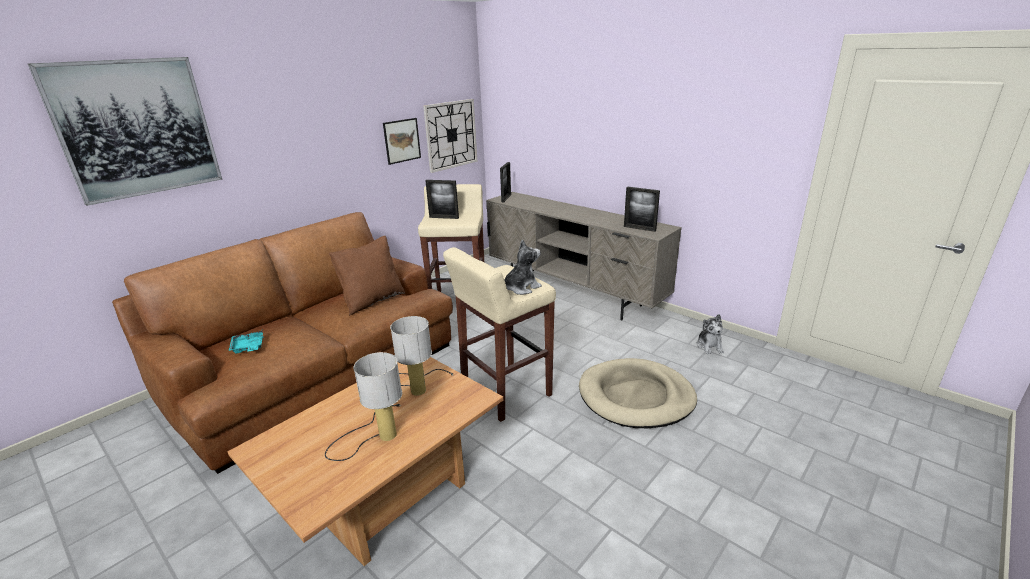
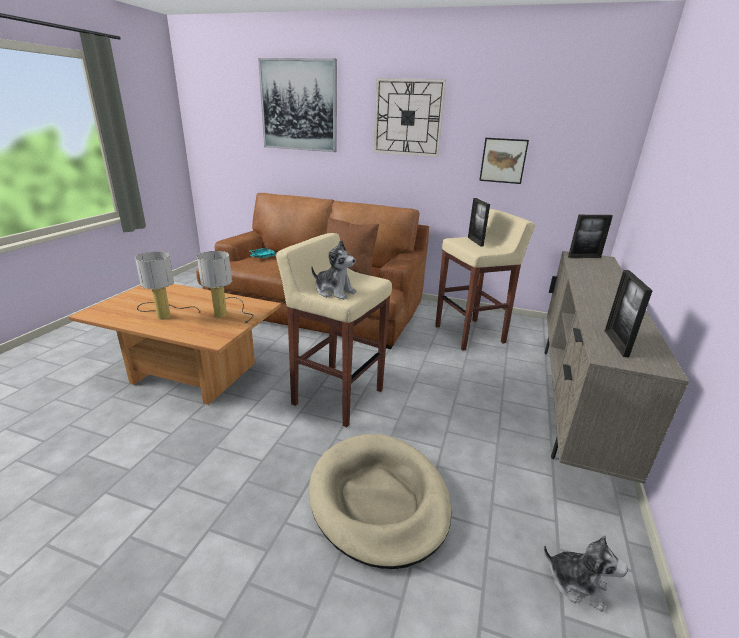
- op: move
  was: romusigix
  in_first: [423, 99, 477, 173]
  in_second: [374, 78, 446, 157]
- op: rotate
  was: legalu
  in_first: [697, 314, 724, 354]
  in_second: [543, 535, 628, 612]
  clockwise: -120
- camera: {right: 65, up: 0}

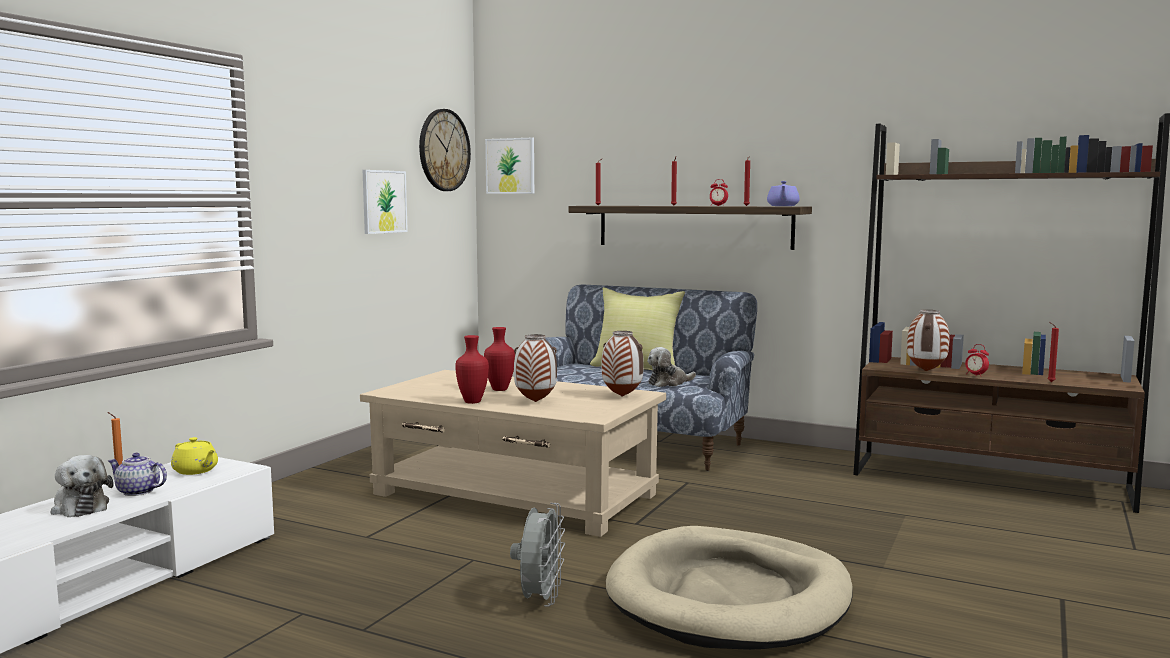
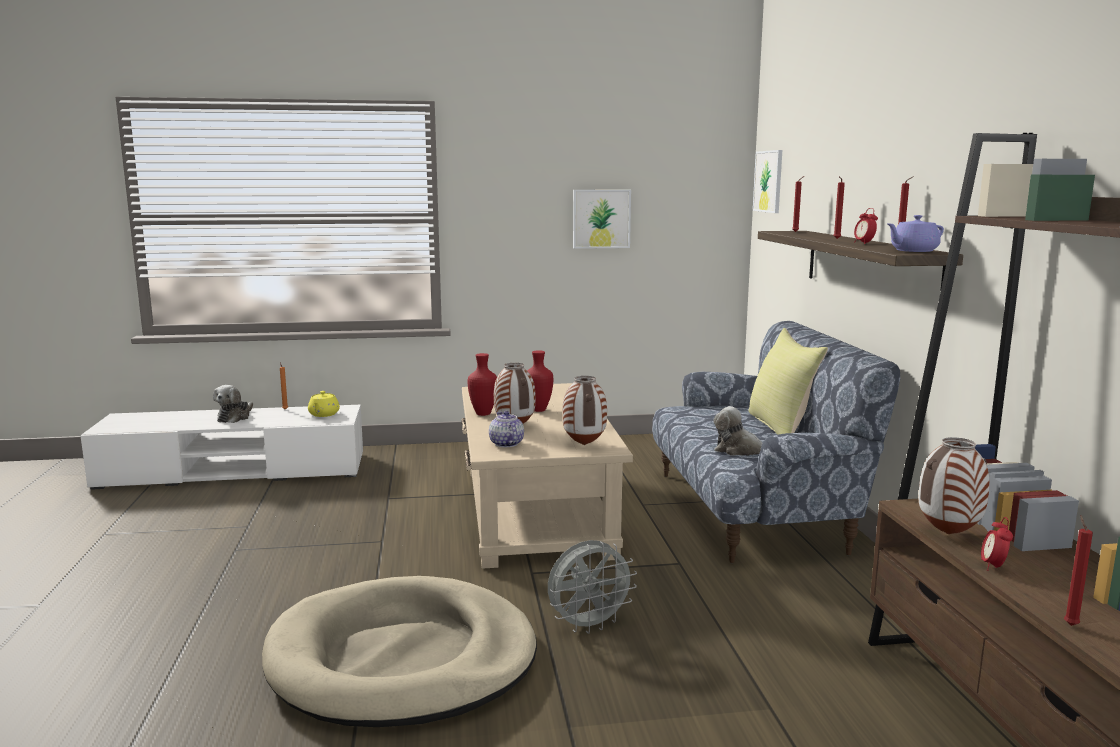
- op: delete
  was: romusigix
  in_first: [419, 109, 471, 191]
- op: move
  was: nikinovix
  in_first: [108, 453, 167, 496]
  in_second: [489, 411, 524, 448]
- op: move
  was: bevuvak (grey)
  in_first: [510, 503, 565, 607]
  in_second: [548, 540, 637, 634]
- camera: {right: 55, up: 5}

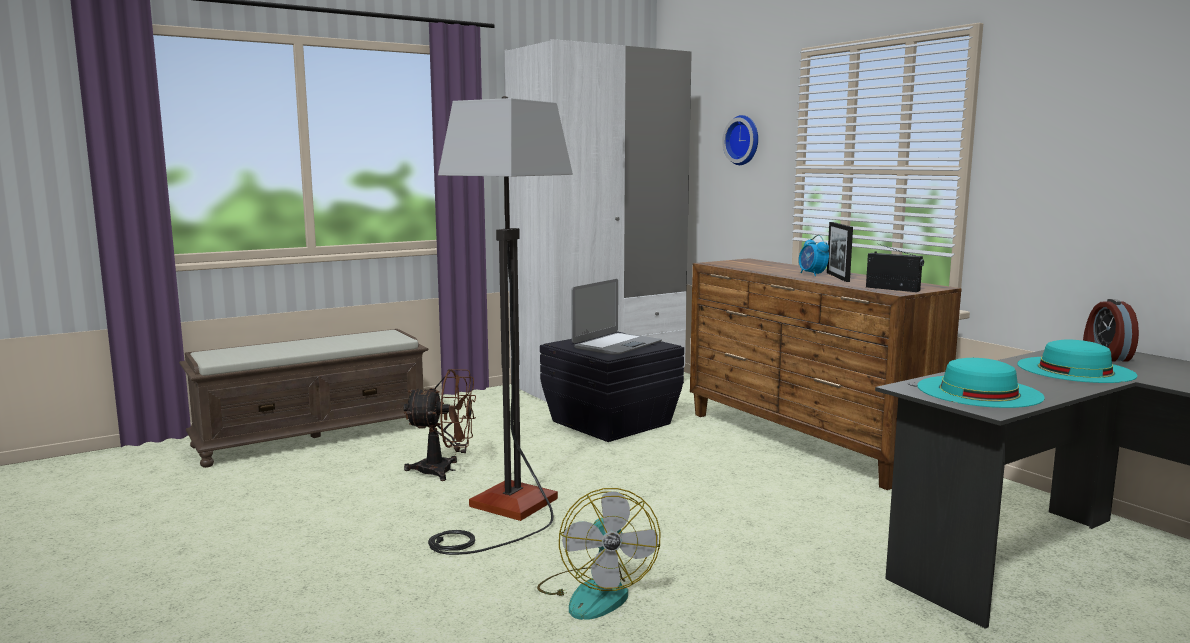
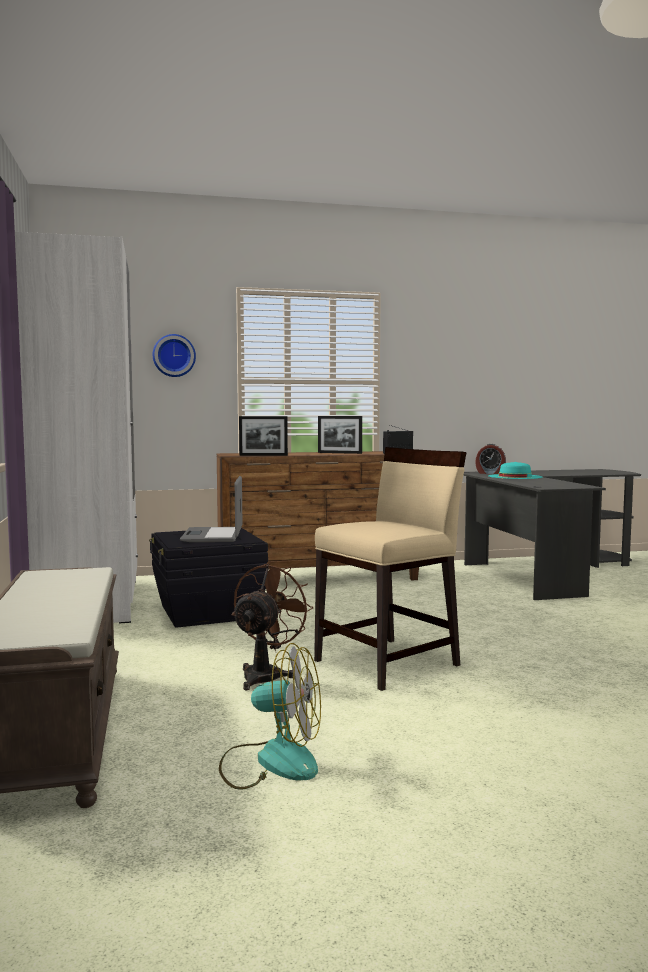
- op: delete
  was: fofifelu
  in_first: [799, 235, 829, 276]
- op: delete
  was: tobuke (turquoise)
  in_first: [917, 358, 1045, 408]
- op: insert
  now: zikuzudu
  in_second: [239, 416, 288, 456]
- op: move
  was: bevuvak
  in_first: [537, 488, 660, 620]
  in_second: [219, 643, 321, 790]
- op: replace
  was: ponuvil
  now: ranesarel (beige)
  in_first: [428, 96, 573, 555]
  in_second: [314, 447, 466, 691]
- op: rotate
  was: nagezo
  in_first: [571, 279, 662, 355]
  in_second: [180, 476, 242, 542]
  clockwise: -150
- camera: {right: -70, up: -5}

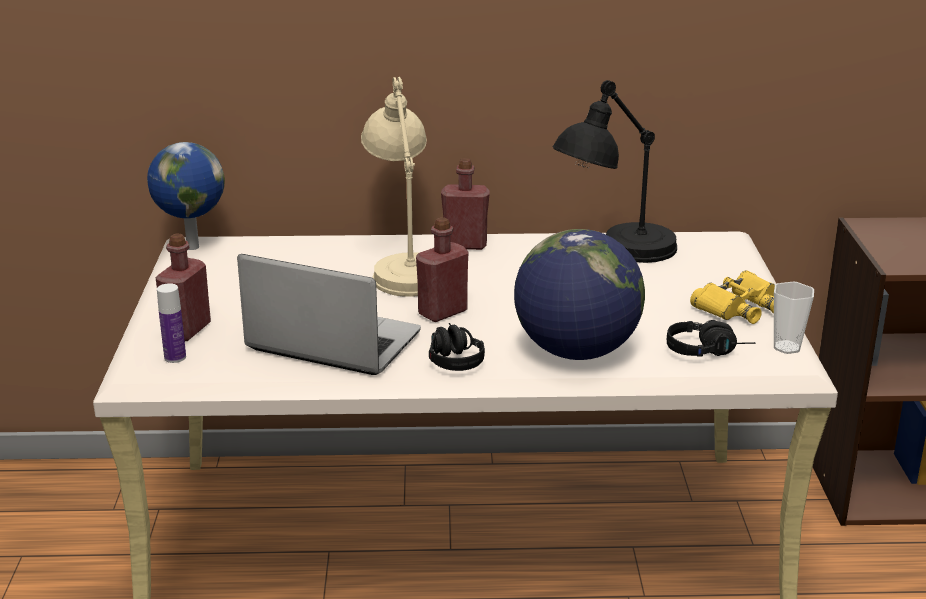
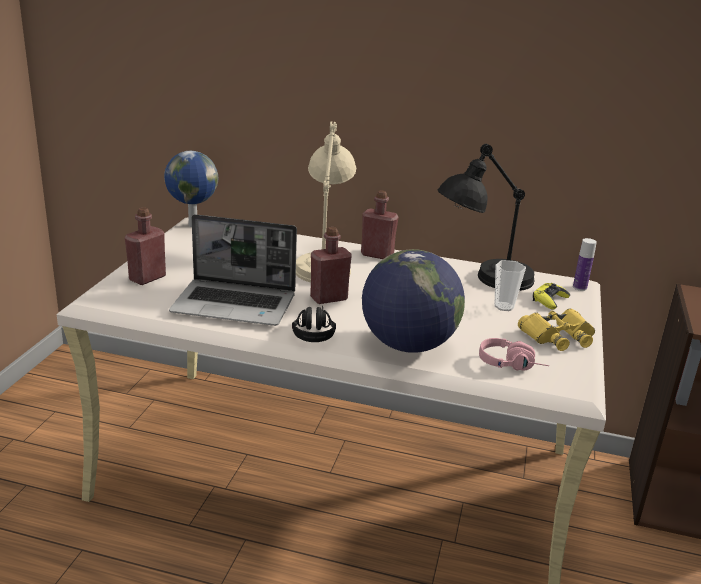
- op: insert
  now: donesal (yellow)
  in_second: [533, 283, 570, 310]
- op: move
  was: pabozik
  in_first: [157, 283, 186, 363]
  in_second: [573, 238, 597, 291]
- op: move
  was: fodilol
  in_first: [774, 281, 814, 354]
  in_second: [494, 260, 526, 311]
- op: recolor
  was: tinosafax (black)
  now: tinosafax (pink)
  in_first: [667, 320, 755, 357]
  in_second: [479, 338, 549, 370]
- op: rotate
  was: nagezo
  in_first: [237, 254, 421, 375]
  in_second: [169, 214, 297, 326]
  clockwise: 150
- camera: {right: 15, up: 0}

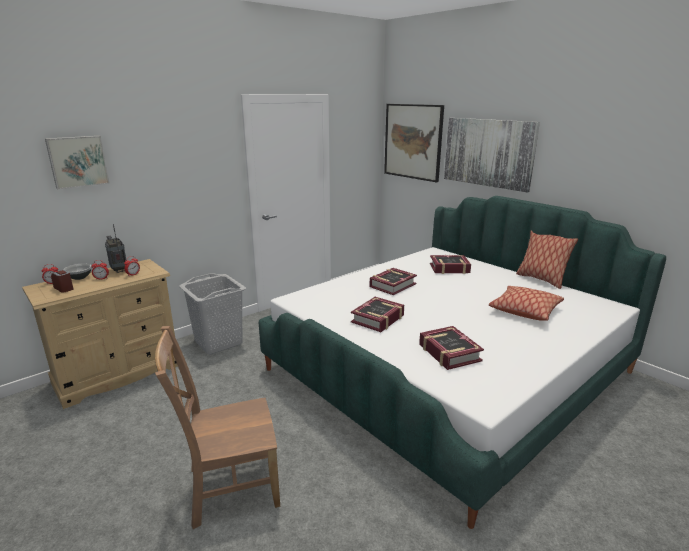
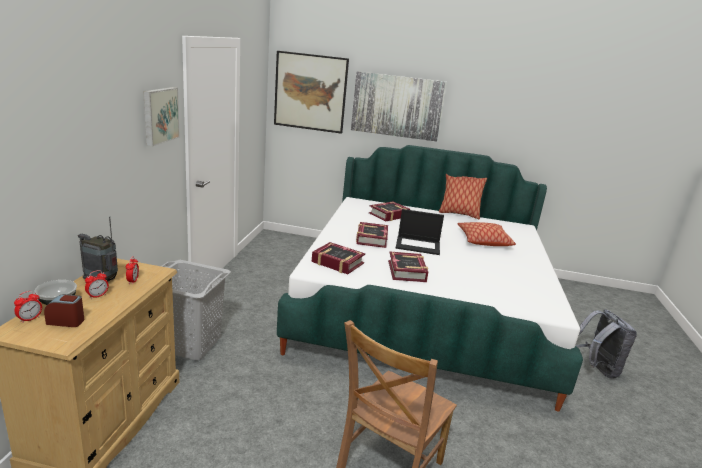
- op: insert
  now: nagezo
  in_second: [396, 209, 444, 255]
- op: insert
  now: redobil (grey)
  in_second: [575, 309, 637, 379]
- op: move
  was: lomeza
  in_first: [45, 136, 110, 189]
  in_second: [143, 87, 180, 147]
- op: move
  was: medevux
  in_first: [419, 326, 484, 370]
  in_second: [312, 242, 365, 274]
- camera: {right: -40, up: 0}

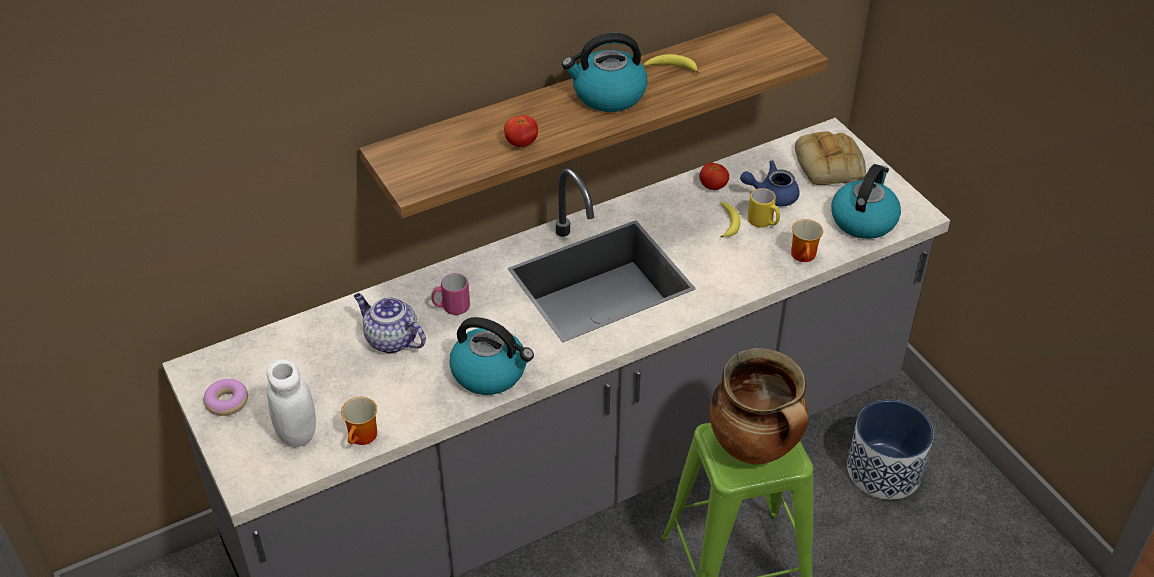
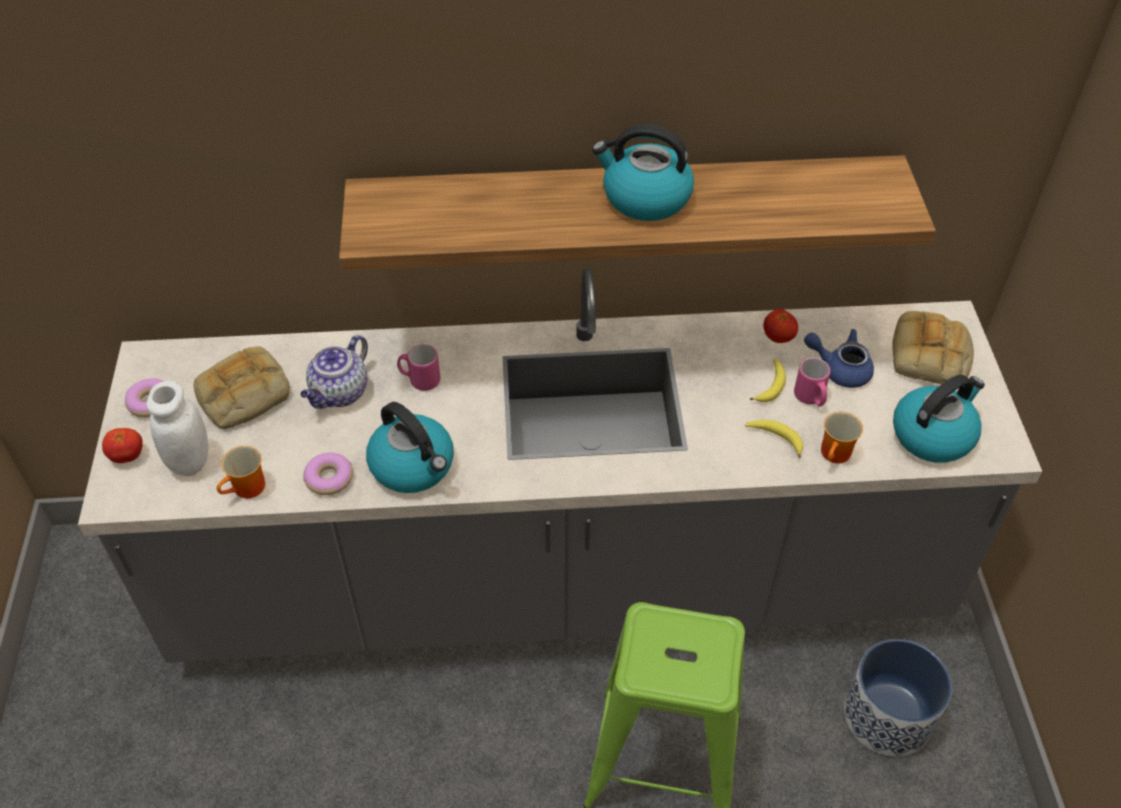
- op: delete
  was: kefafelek
  in_first: [709, 348, 808, 464]
- op: insert
  now: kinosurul
  in_second: [194, 346, 290, 429]
- op: insert
  now: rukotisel
  in_second: [303, 453, 353, 495]
- op: move
  was: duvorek
  in_first: [504, 115, 538, 147]
  in_second: [102, 428, 143, 463]
- op: move
  was: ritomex
  in_first: [644, 54, 699, 74]
  in_second: [745, 420, 803, 458]
- op: recolor
  was: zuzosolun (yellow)
  now: zuzosolun (pink)
  in_first: [748, 188, 780, 228]
  in_second: [794, 358, 830, 407]
- op: rotate
  was: nikinovix
  in_first: [354, 293, 426, 354]
  in_second: [300, 335, 368, 409]
  clockwise: -120
- camera: {right: 25, up: 5}

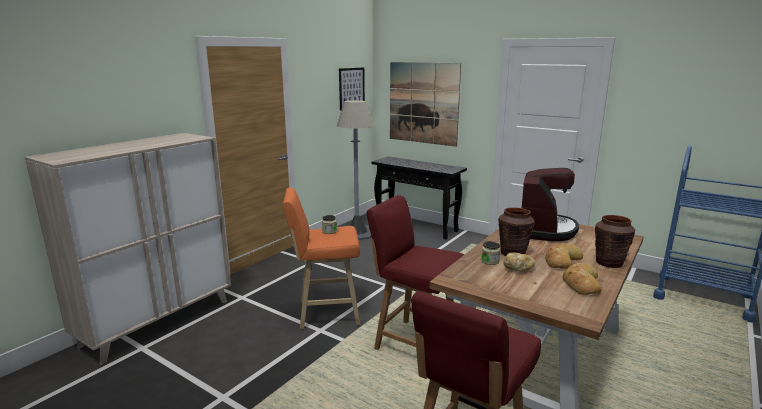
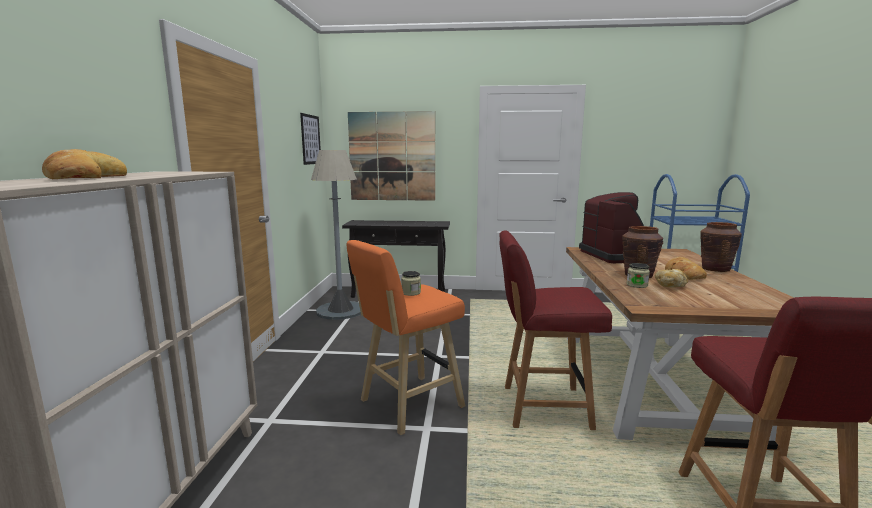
- op: move
  was: kinosurul
  in_first: [563, 263, 601, 295]
  in_second: [42, 149, 127, 179]
- camera: {right: -30, up: -5}

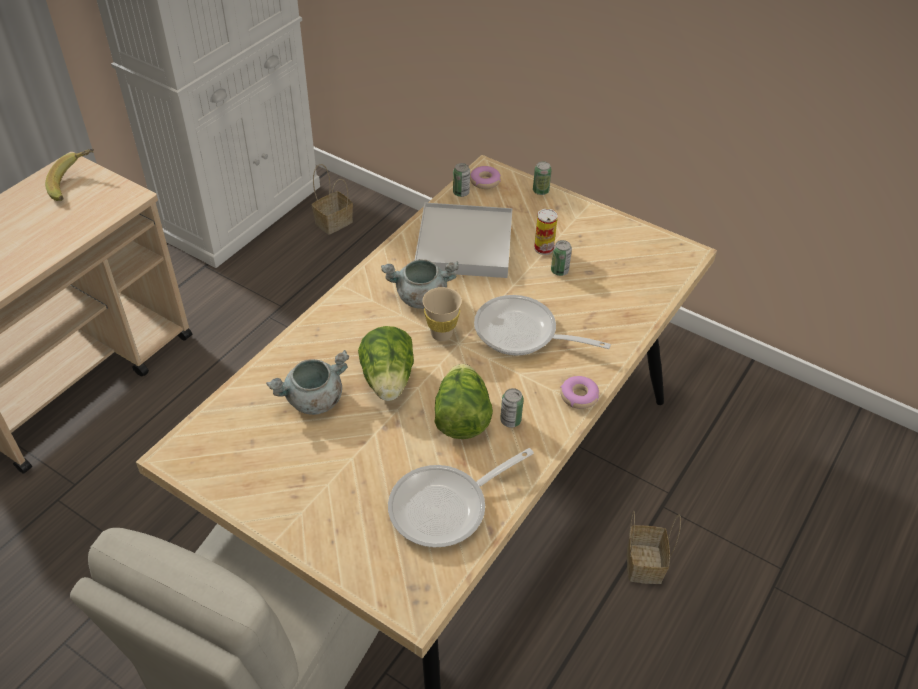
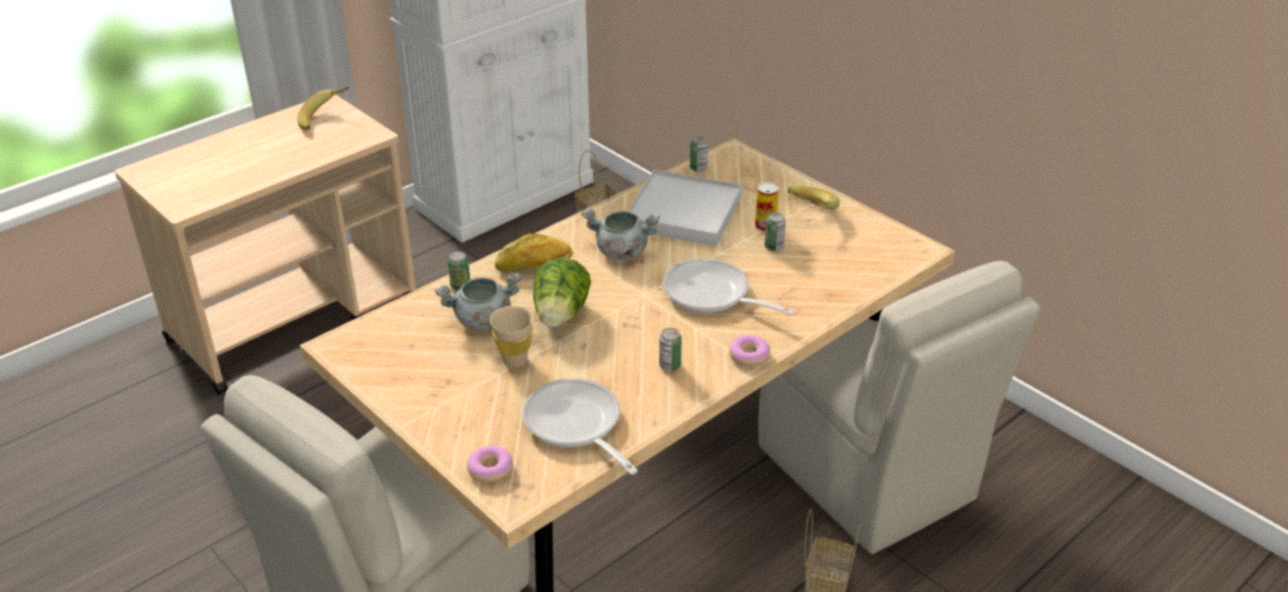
- op: delete
  was: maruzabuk
  in_first: [434, 364, 493, 439]
- op: insert
  now: kinosurul
  in_second: [495, 233, 573, 273]
- op: insert
  now: ranesarel (beige)
  in_second: [758, 261, 1040, 554]
- op: insert
  now: ritomex
  in_second: [788, 186, 840, 209]
- op: move
  was: fodilol (beige)
  in_first: [423, 287, 462, 341]
  in_second: [490, 306, 534, 367]
- op: move
  was: rukotisel
  in_first: [470, 166, 501, 189]
  in_second: [467, 446, 513, 483]
- op: move
  was: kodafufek
  in_first: [533, 161, 552, 195]
  in_second: [448, 251, 470, 291]
- op: rotate
  was: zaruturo
  in_first: [388, 448, 534, 547]
  in_second: [522, 378, 638, 475]
  clockwise: 75
- camera: {right: 15, up: -10}

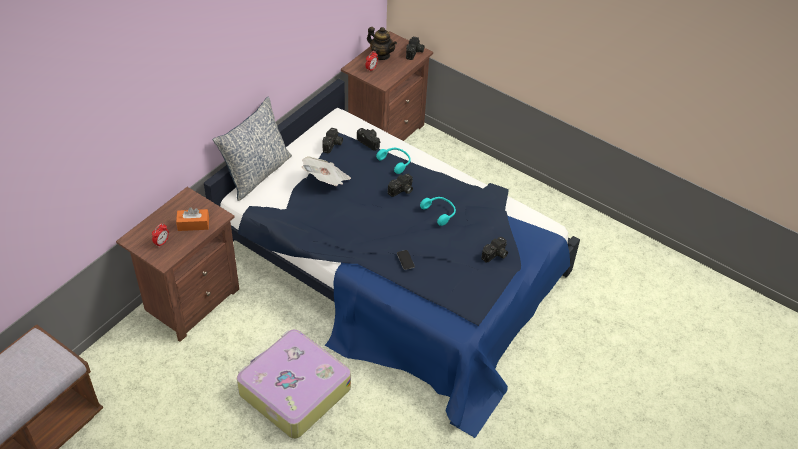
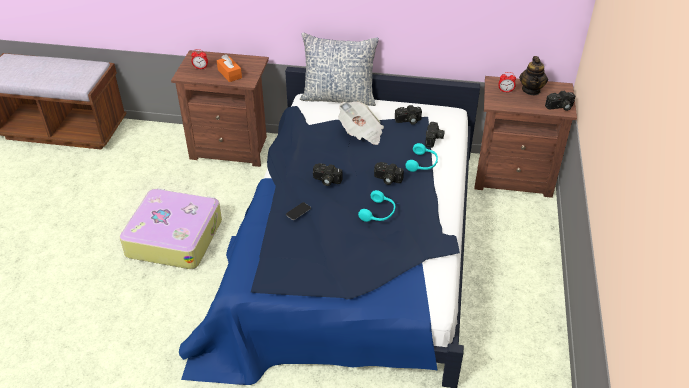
- op: move
  was: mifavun
  in_first: [481, 237, 508, 262]
  in_second: [313, 163, 342, 186]
- camera: {right: 65, up: -5}

